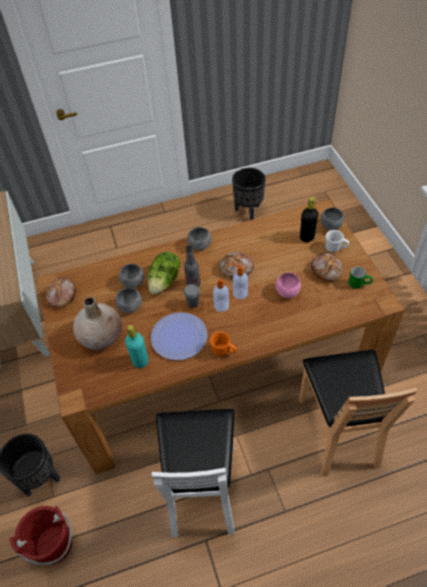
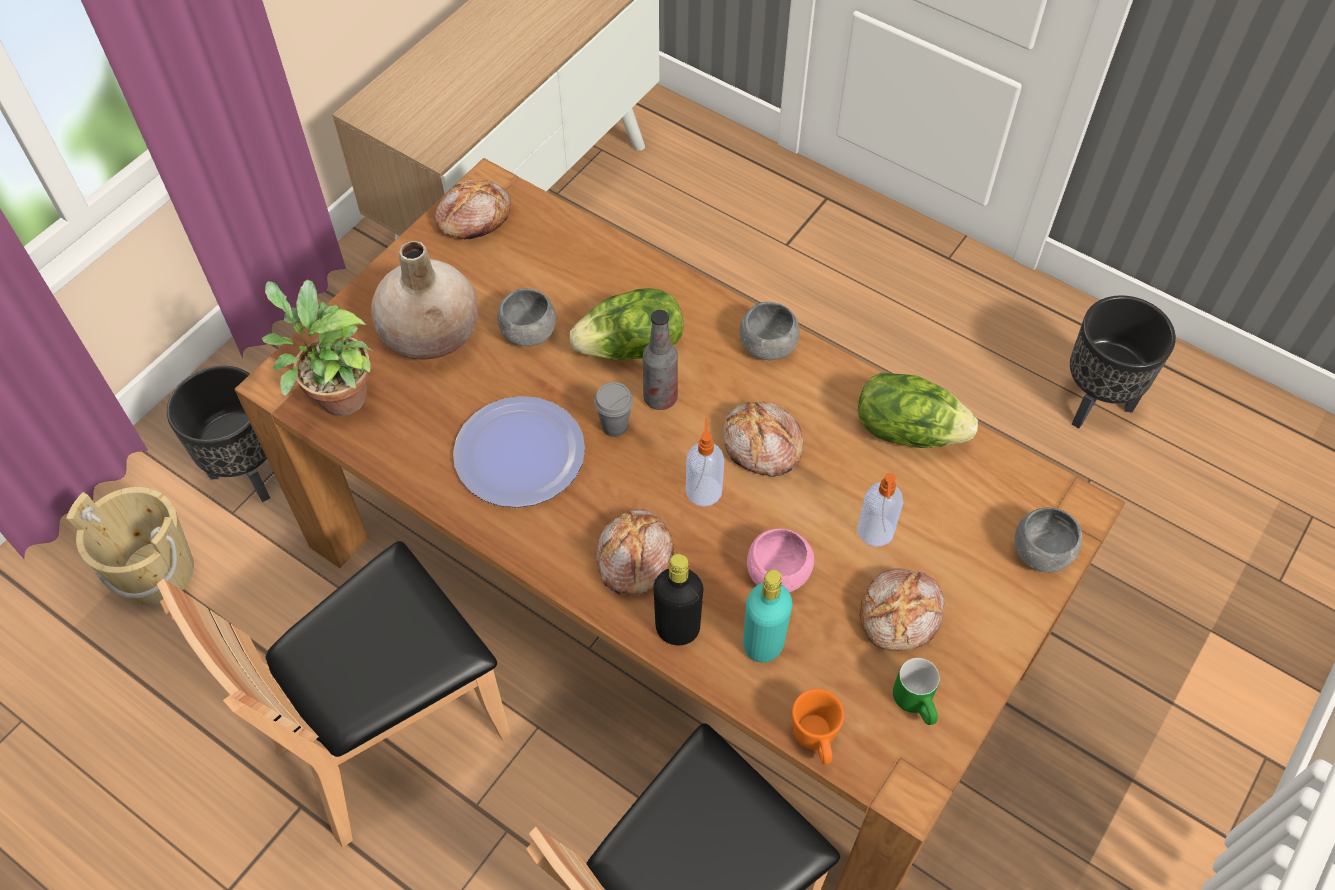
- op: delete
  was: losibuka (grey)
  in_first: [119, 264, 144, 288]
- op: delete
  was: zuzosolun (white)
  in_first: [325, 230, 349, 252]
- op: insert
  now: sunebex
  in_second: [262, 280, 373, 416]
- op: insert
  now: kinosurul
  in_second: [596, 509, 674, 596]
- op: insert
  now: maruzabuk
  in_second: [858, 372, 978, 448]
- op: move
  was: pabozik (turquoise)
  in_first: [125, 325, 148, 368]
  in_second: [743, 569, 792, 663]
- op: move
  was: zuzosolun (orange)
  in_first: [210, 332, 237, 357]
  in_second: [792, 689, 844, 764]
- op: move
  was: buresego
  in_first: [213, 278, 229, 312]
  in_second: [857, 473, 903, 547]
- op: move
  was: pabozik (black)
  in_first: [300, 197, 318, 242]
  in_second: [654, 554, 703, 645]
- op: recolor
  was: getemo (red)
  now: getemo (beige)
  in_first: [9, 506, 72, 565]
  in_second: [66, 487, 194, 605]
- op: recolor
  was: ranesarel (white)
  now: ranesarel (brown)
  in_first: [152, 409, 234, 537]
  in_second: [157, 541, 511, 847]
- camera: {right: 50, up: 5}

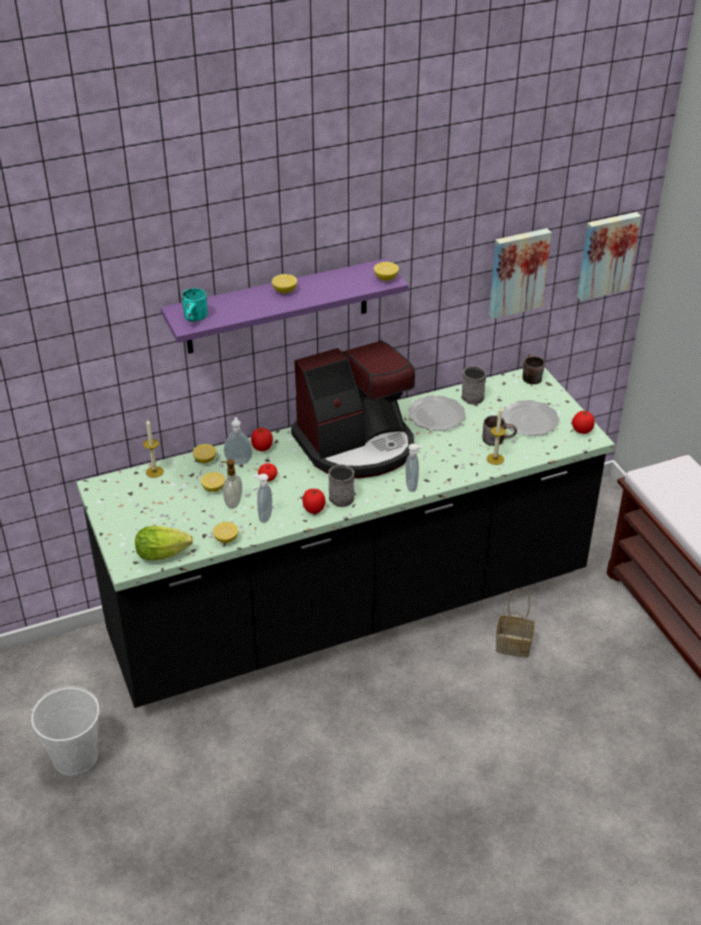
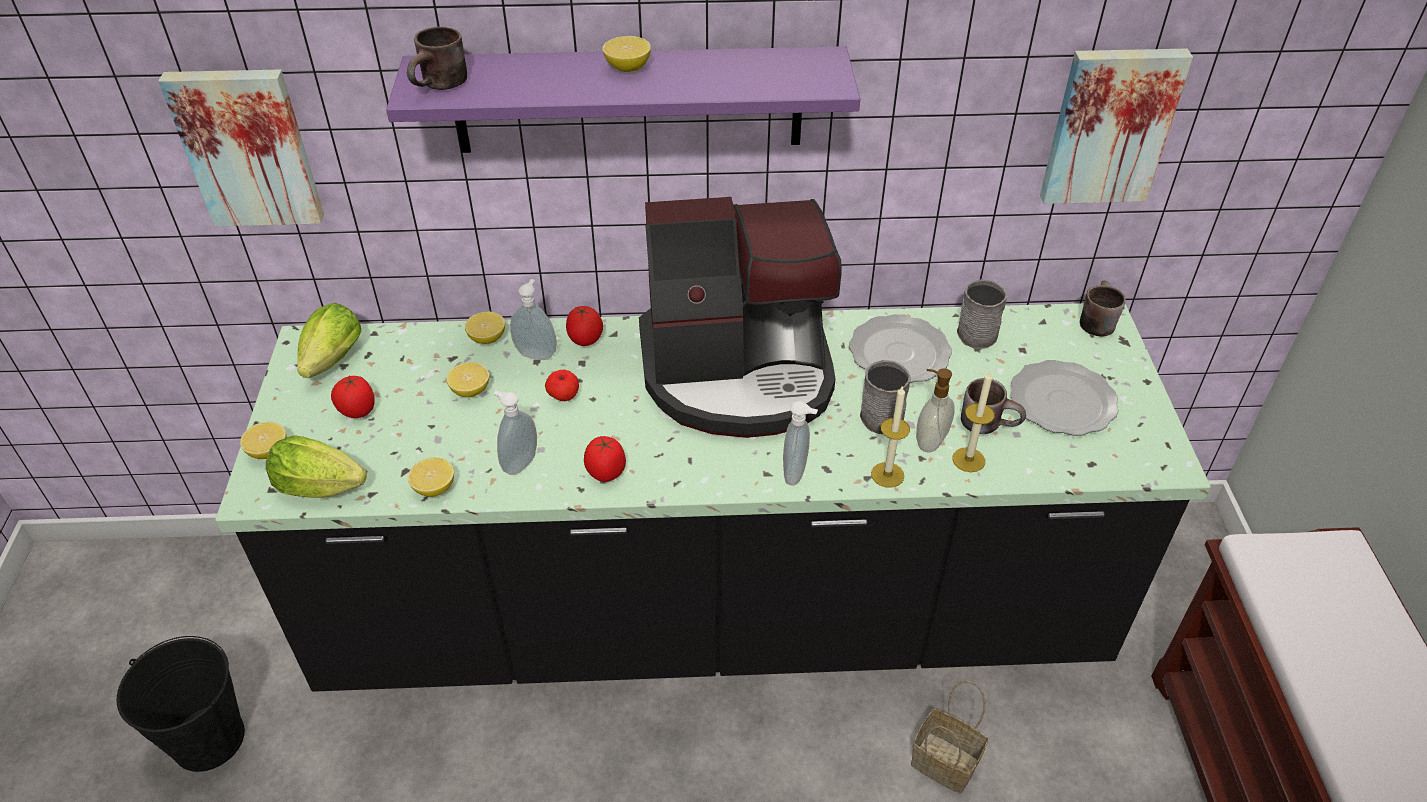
- op: insert
  now: maruzabuk
  in_second: [297, 303, 362, 378]
- op: move
  was: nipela
  in_first: [143, 420, 164, 478]
  in_second: [871, 385, 910, 488]
- op: move
  was: buresego
  in_first: [220, 459, 242, 509]
  in_second: [916, 368, 955, 452]
- op: move
  was: zuzosolun (grey)
  in_first: [328, 464, 354, 507]
  in_second: [860, 360, 911, 434]
- op: move
  was: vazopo
  in_first: [374, 262, 399, 281]
  in_second: [240, 422, 287, 459]
- op: move
  was: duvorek
  in_first: [572, 411, 595, 434]
  in_second: [331, 375, 375, 418]
- op: move
  was: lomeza
  in_first: [577, 212, 641, 301]
  in_second: [158, 69, 324, 226]
- op: recolor
  was: getemo (white)
  now: getemo (black)
  in_first: [31, 686, 100, 776]
  in_second: [117, 636, 245, 772]
- op: recolor
  was: zuzosolun (turquoise)
  now: zuzosolun (brown)
  in_first: [181, 288, 208, 321]
  in_second: [407, 27, 467, 90]
- camera: {right: 20, up: 5}

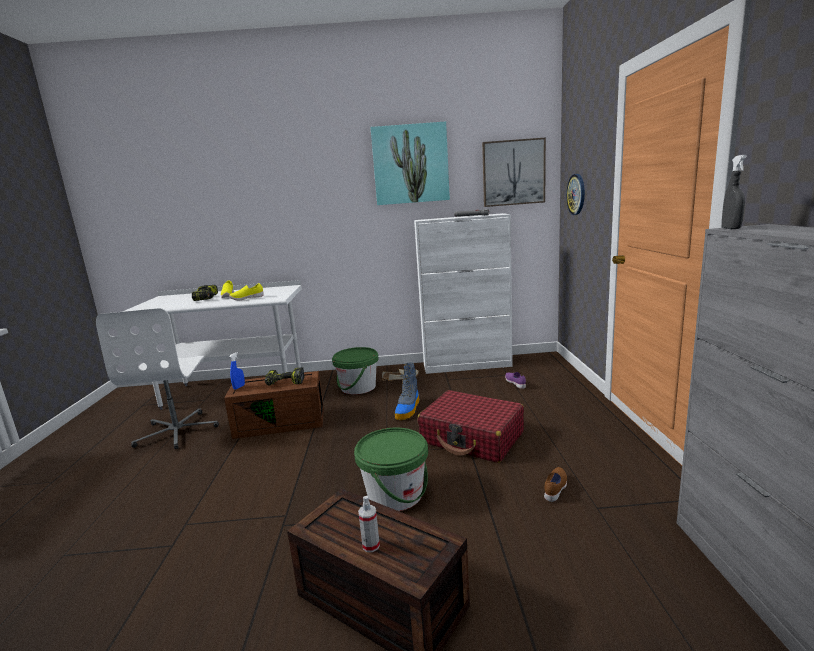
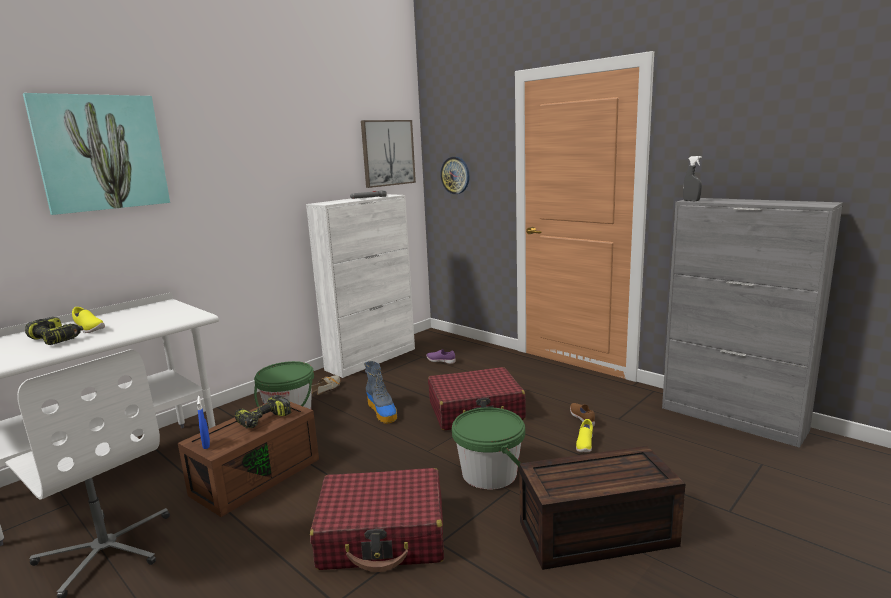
- op: delete
  was: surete
  in_first: [358, 496, 380, 552]
- op: insert
  now: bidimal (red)
  in_second: [310, 468, 444, 572]
- op: move
  was: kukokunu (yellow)
  in_first: [229, 283, 264, 300]
  in_second: [576, 419, 593, 452]
- op: move
  was: lomeza
  in_first: [370, 121, 450, 205]
  in_second: [23, 93, 170, 215]
- camera: {right: -45, up: 0}

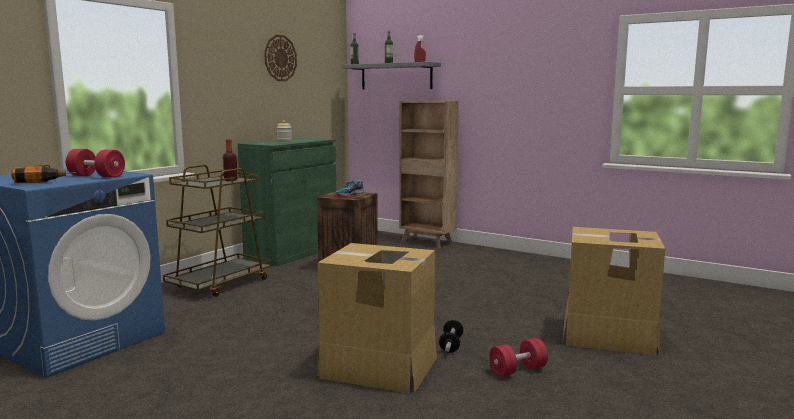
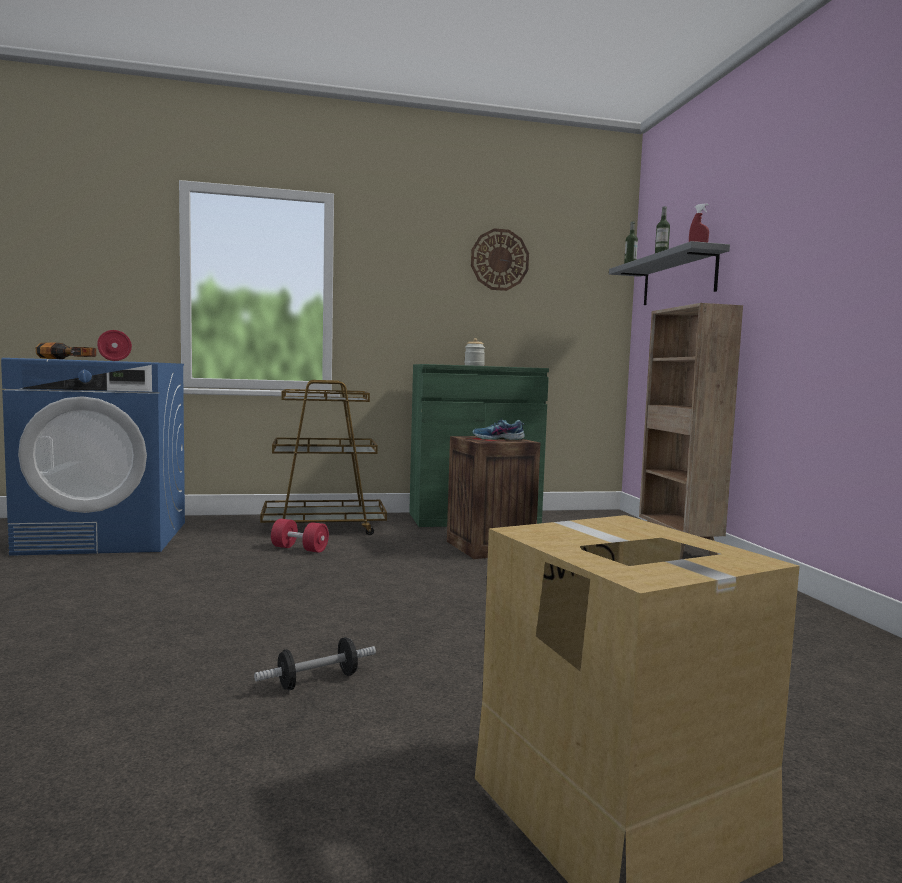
- op: delete
  was: pabozik
  in_first: [223, 139, 237, 181]
- op: delete
  was: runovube
  in_first: [317, 243, 437, 393]
- op: move
  was: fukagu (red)
  in_first: [489, 338, 548, 377]
  in_second: [271, 519, 329, 553]
- camera: {right: 45, up: -5}

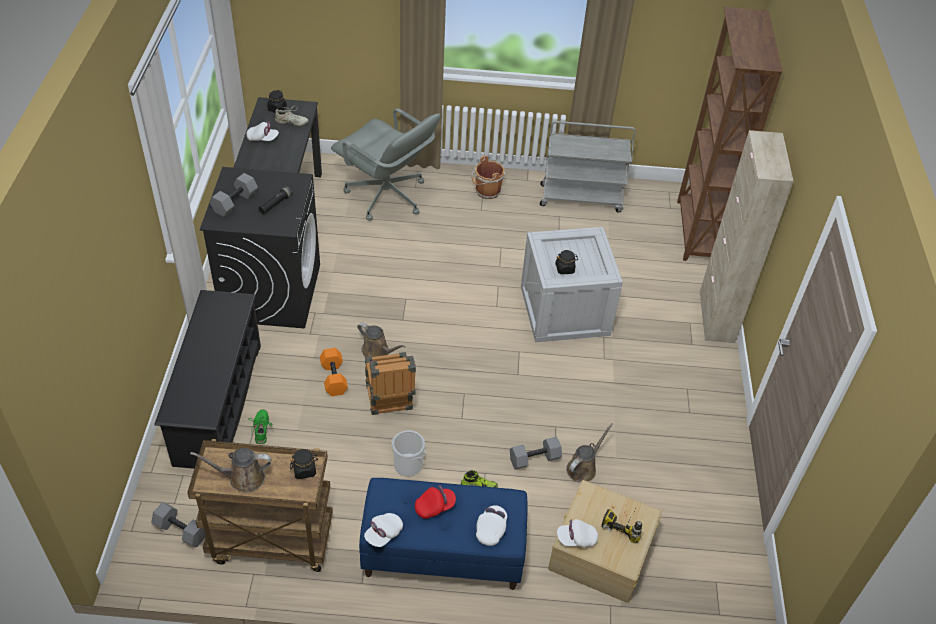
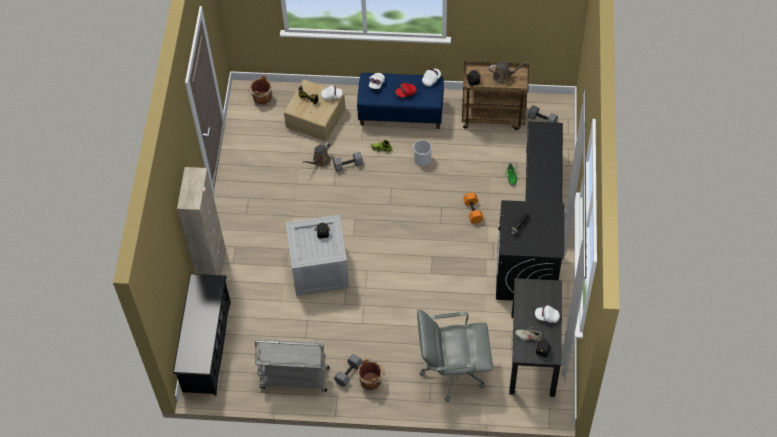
- op: delete
  was: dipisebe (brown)
  in_first: [357, 322, 406, 357]
- op: delete
  was: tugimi
  in_first: [365, 352, 416, 415]
- op: insert
  now: getemo (brown)
  in_second: [248, 75, 272, 106]
- op: move
  was: fukagu (grey)
  in_first: [210, 173, 258, 217]
  in_second: [334, 354, 362, 387]
- op: replace
  was: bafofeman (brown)
  now: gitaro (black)
  in_first: [677, 7, 783, 261]
  in_second: [173, 274, 231, 396]
- op: rotate
  was: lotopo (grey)
  in_first: [331, 108, 441, 221]
  in_second: [417, 309, 493, 402]
  clockwise: -45
- camera: {right: -175, up: 10}

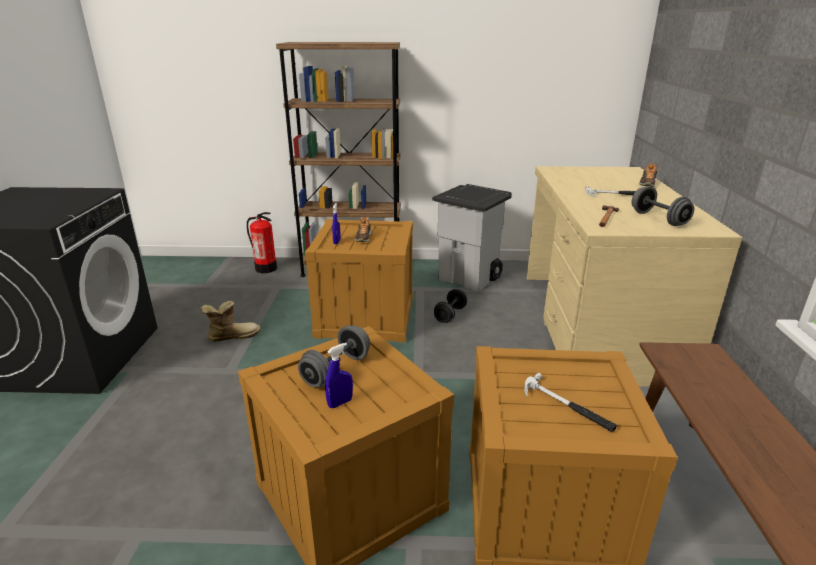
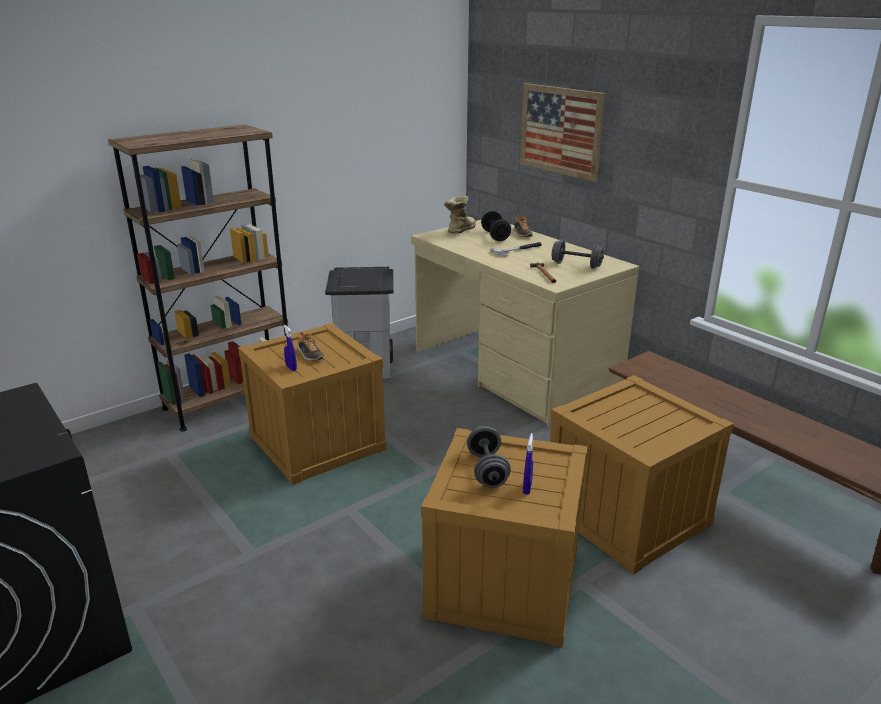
- op: delete
  was: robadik
  in_first: [247, 212, 277, 273]
- op: delete
  was: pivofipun
  in_first: [524, 373, 617, 432]
- op: insert
  now: lomeza
  in_second: [520, 83, 606, 182]
- op: move
  was: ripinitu
  in_first: [200, 300, 260, 342]
  in_second: [444, 196, 476, 234]
- op: move
  was: fukagu (black)
  in_first: [434, 289, 467, 323]
  in_second: [481, 211, 511, 241]
- camera: {right: -40, up: 0}

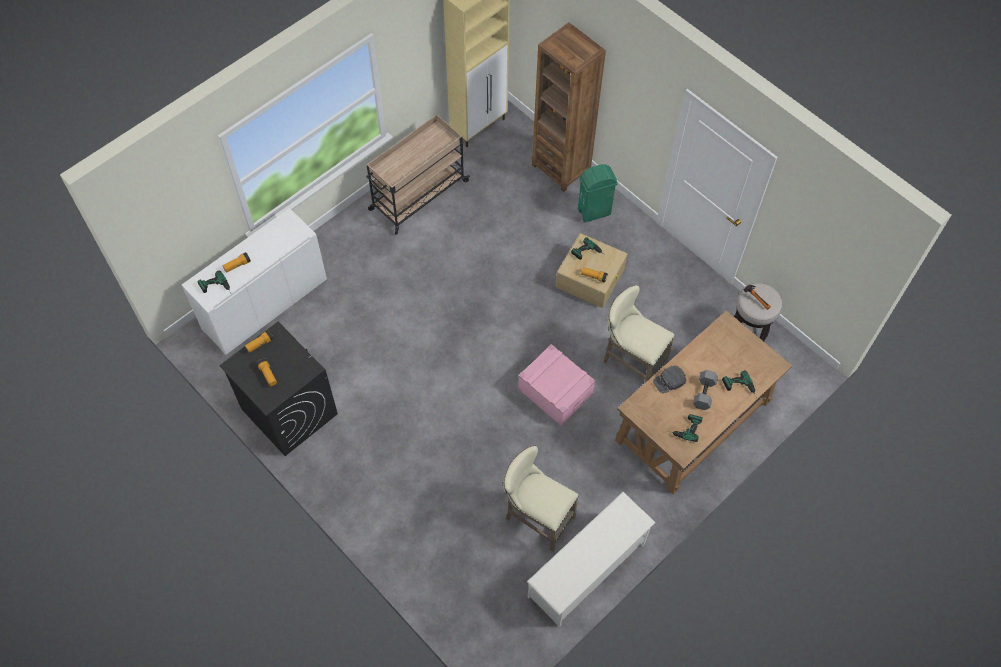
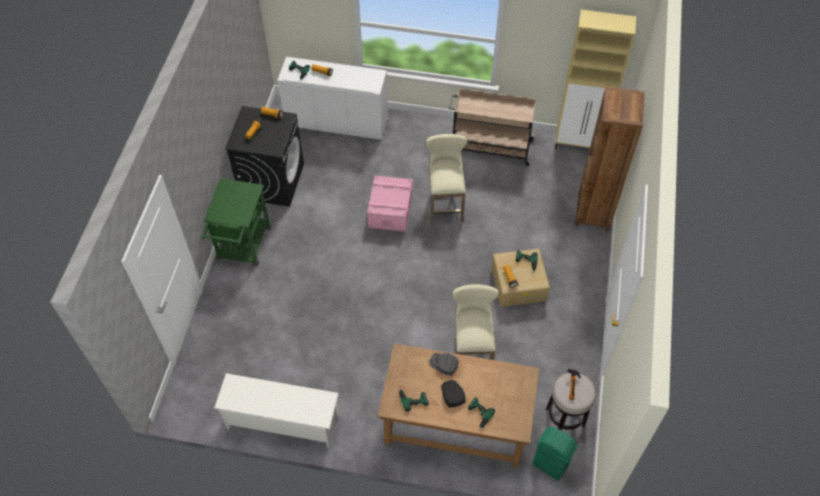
- op: insert
  now: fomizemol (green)
  in_second: [202, 178, 271, 265]
- op: move
  was: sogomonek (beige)
  in_first: [503, 446, 579, 552]
  in_second: [425, 134, 468, 223]
- op: move
  was: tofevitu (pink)
  in_first: [518, 344, 596, 426]
  in_second: [367, 175, 413, 232]
- op: move
  was: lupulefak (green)
  in_first: [578, 164, 618, 223]
  in_second: [532, 427, 578, 481]
- op: replace
  was: fukagu (grey)
  now: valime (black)
  in_first: [693, 370, 718, 410]
  in_second: [441, 380, 465, 408]
- camera: {right: 55, up: -5}

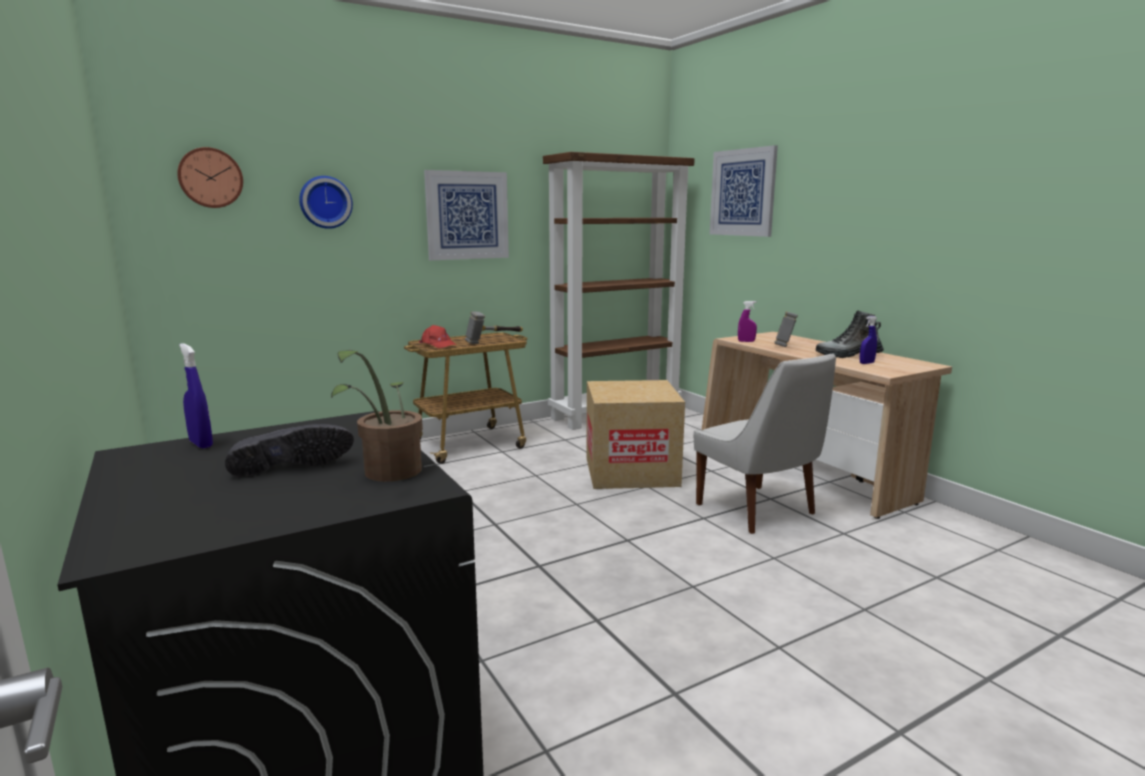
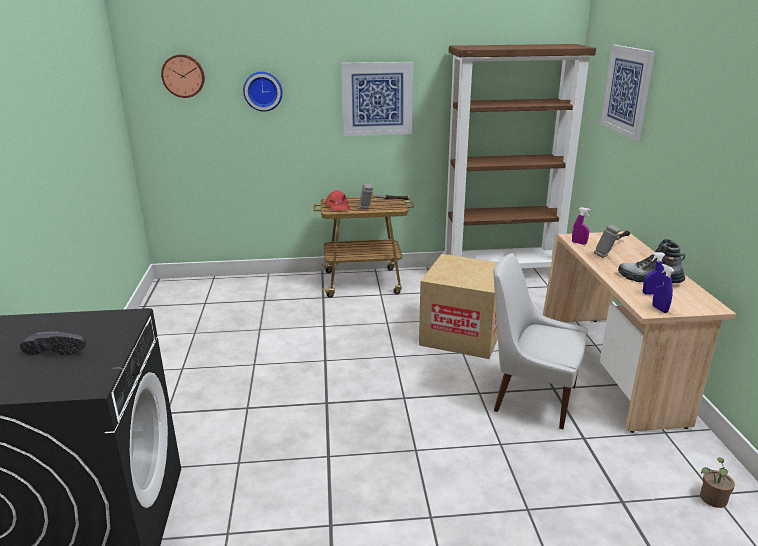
- op: move
  was: surete (blue)
  in_first: [179, 343, 213, 449]
  in_second: [652, 264, 674, 313]
- op: move
  was: sunebex
  in_first: [331, 350, 423, 482]
  in_second: [700, 457, 735, 508]
- op: rotate
  was: ranesarel (white)
  in_first: [694, 354, 836, 534]
  in_second: [494, 253, 588, 429]
  clockwise: 120
- camera: {right: 25, up: 10}

